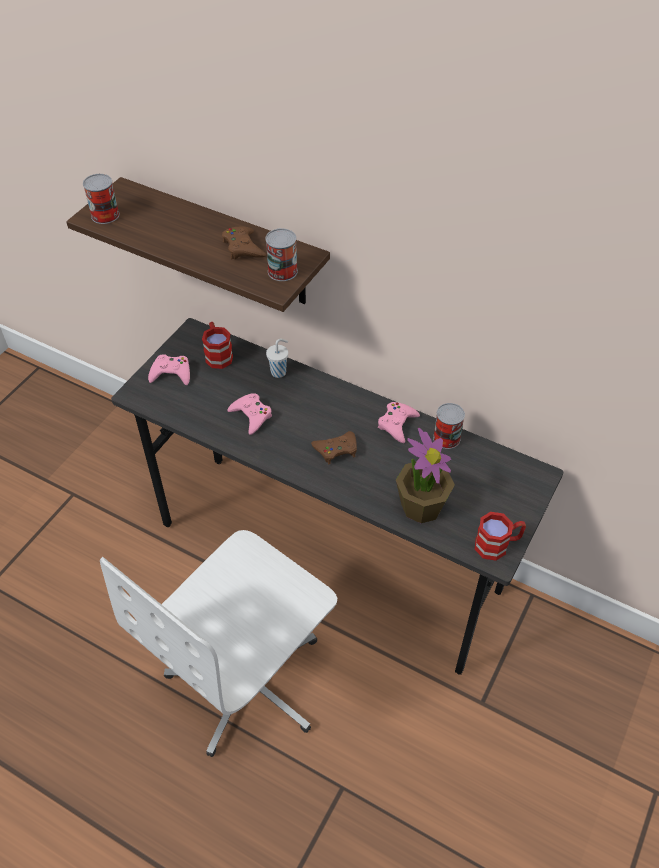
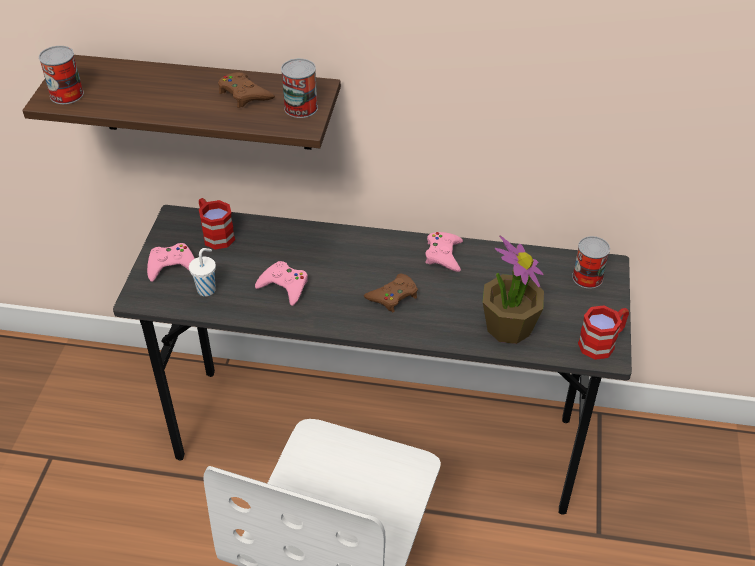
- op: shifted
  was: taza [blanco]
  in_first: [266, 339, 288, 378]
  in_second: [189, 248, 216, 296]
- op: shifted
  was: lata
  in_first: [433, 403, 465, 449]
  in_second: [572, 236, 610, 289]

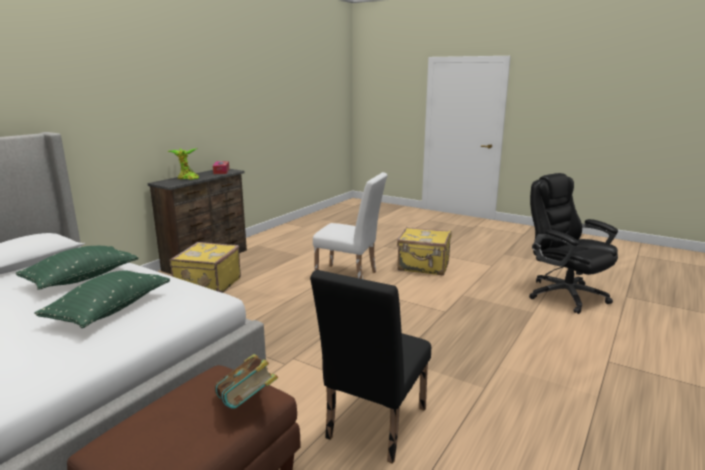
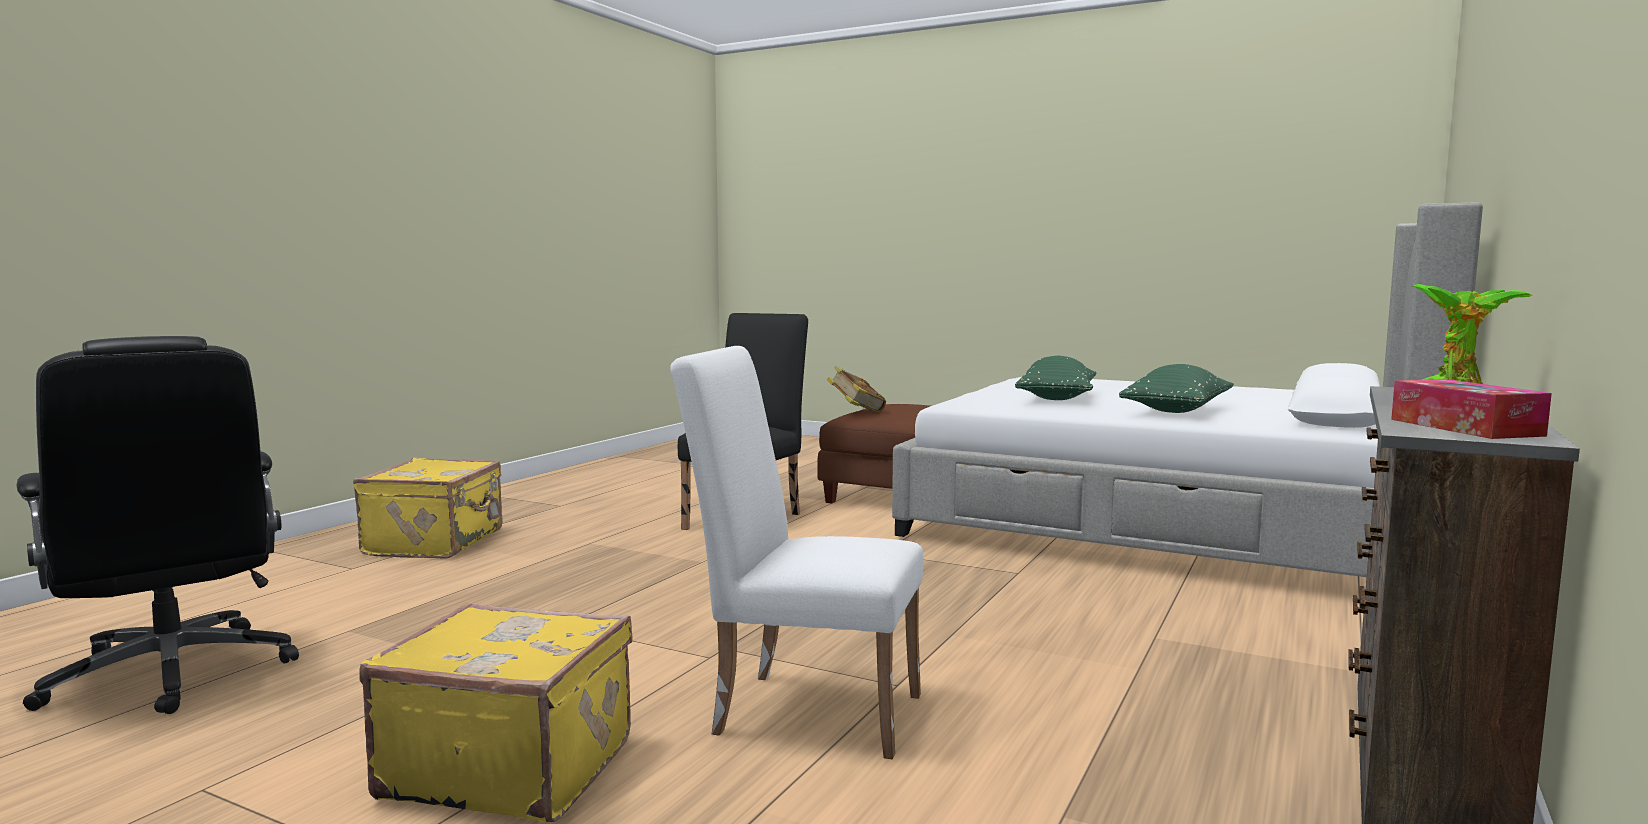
- op: shifted
  was: maleta [amarillo]
  in_first: [169, 242, 241, 293]
  in_second: [353, 458, 502, 558]

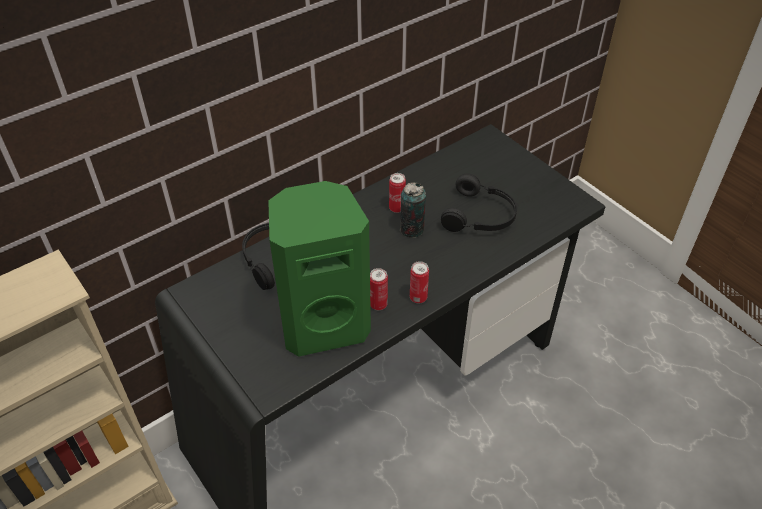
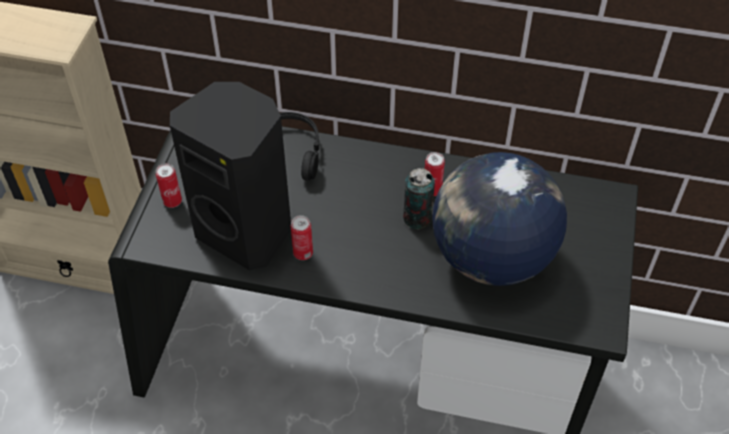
- op: repainted
  was: altavoz [verde]
  now: altavoz [negro]
  in_first: [268, 181, 371, 357]
  in_second: [170, 82, 291, 270]
- op: shifted
  was: lata
  in_first: [410, 261, 429, 304]
  in_second: [156, 163, 182, 208]
- op: swapped
  was: auriculares [negro]
  now: globo terráqueo
  in_first: [441, 173, 517, 232]
  in_second: [432, 152, 567, 286]

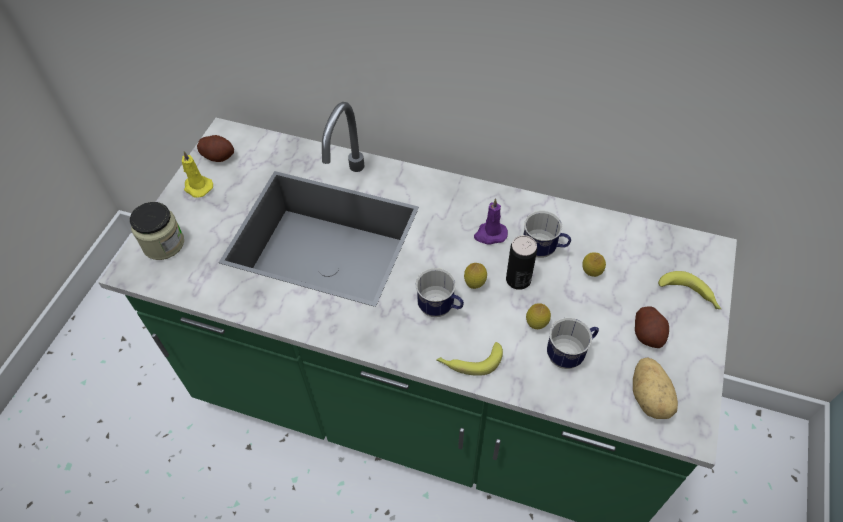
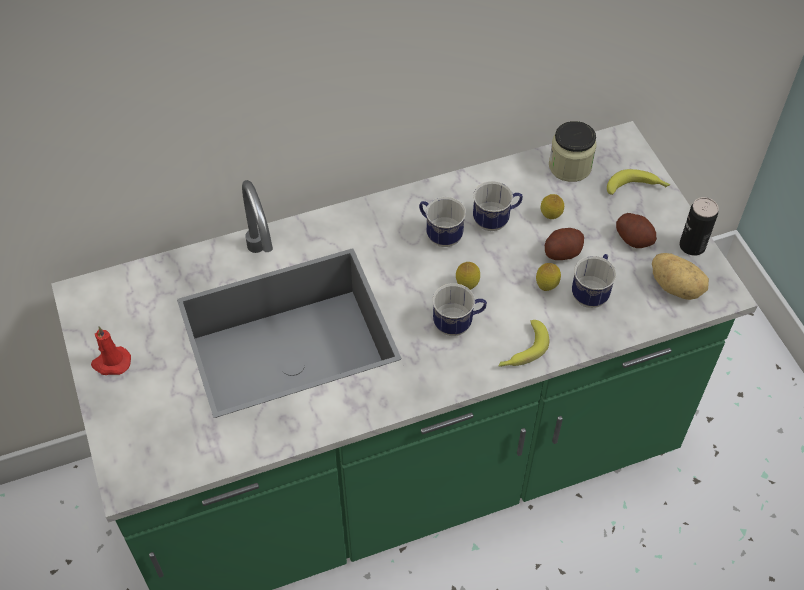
- op: shifted
  was: tarro
  in_first: [130, 202, 184, 260]
  in_second: [549, 121, 597, 182]
- op: repainted
  was: vela [amarillo]
  now: vela [rojo]
  in_first: [182, 151, 213, 198]
  in_second: [91, 327, 131, 375]
- op: shifted
  was: patata
  in_first: [197, 135, 234, 162]
  in_second: [545, 228, 584, 260]
- op: swapped
  was: vela [morado]
  now: taza grande
  in_first: [474, 198, 508, 244]
  in_second: [419, 197, 466, 247]
- op: shifted
  was: lata
  in_first: [506, 235, 537, 290]
  in_second: [679, 197, 718, 256]

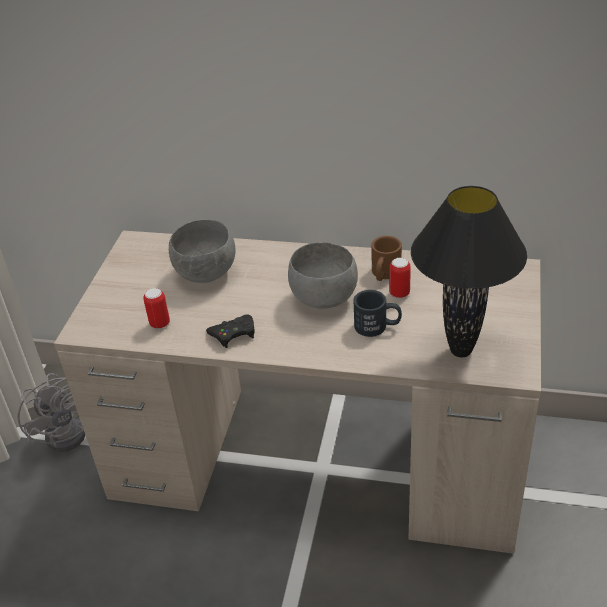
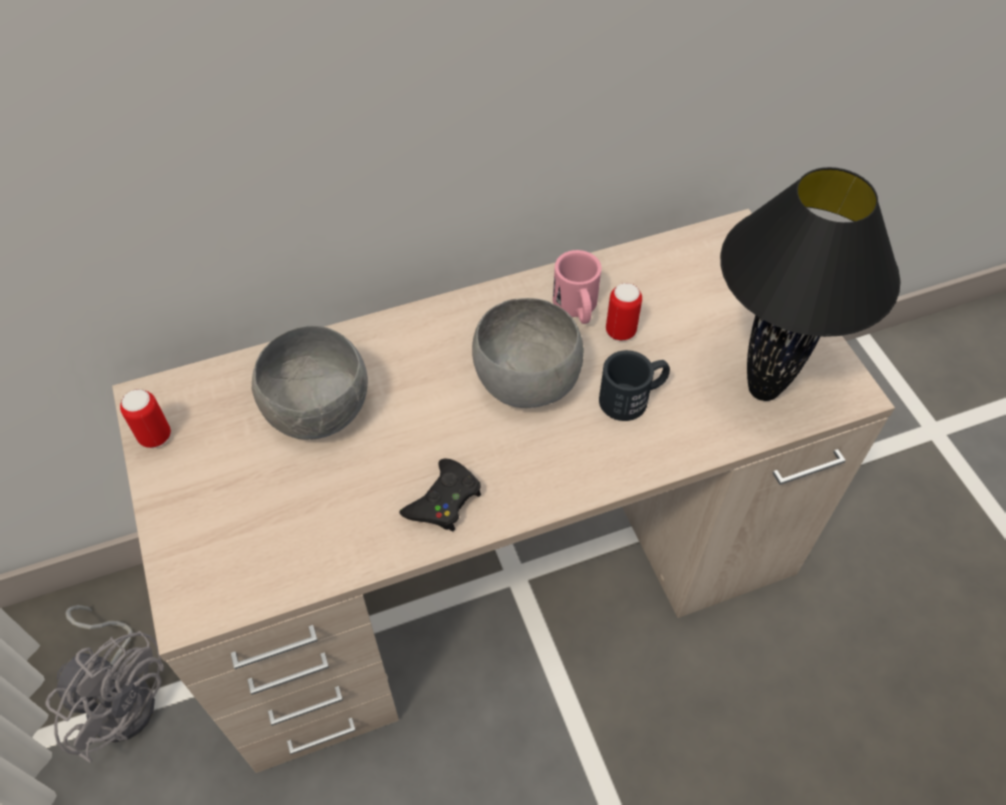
- op: shifted
  was: lata
  in_first: [143, 288, 170, 329]
  in_second: [120, 389, 171, 448]
- op: repainted
  was: taza grande [marrón]
  now: taza grande [rosa]
  in_first: [371, 236, 402, 281]
  in_second: [553, 250, 602, 324]

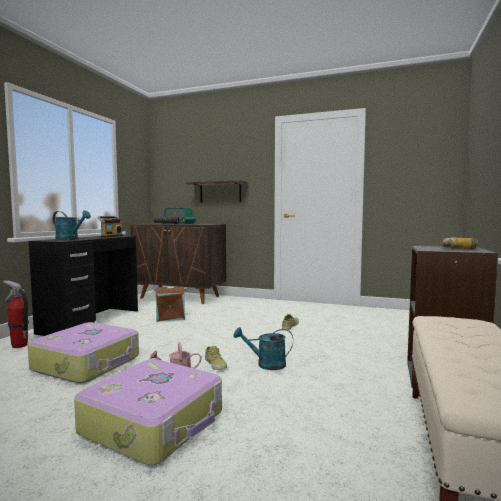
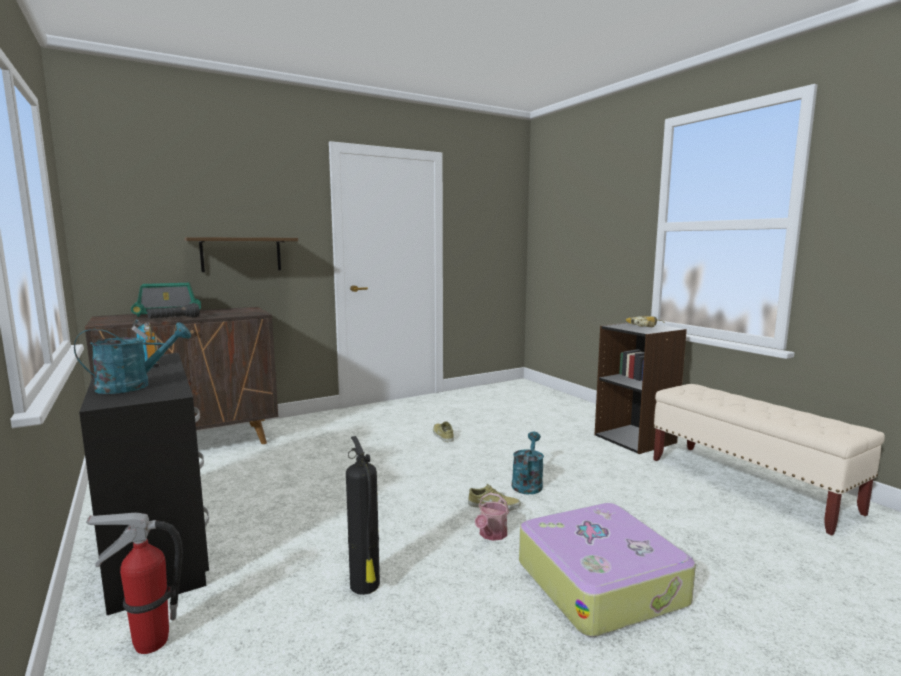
- op: swapped
  was: maleta
  now: extintor
  in_first: [28, 322, 139, 383]
  in_second: [346, 436, 380, 595]
- op: gone
  was: caja de almacenaje [marrón]
  in_first: [154, 286, 186, 322]
- op: rotated
  was: regadera [turquesa]
  in_first: [234, 327, 293, 370]
  in_second: [512, 432, 544, 494]
  clockwise: 150

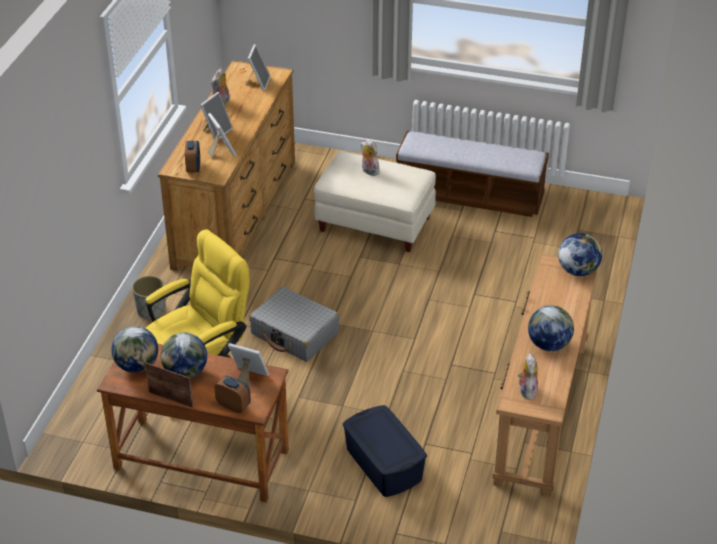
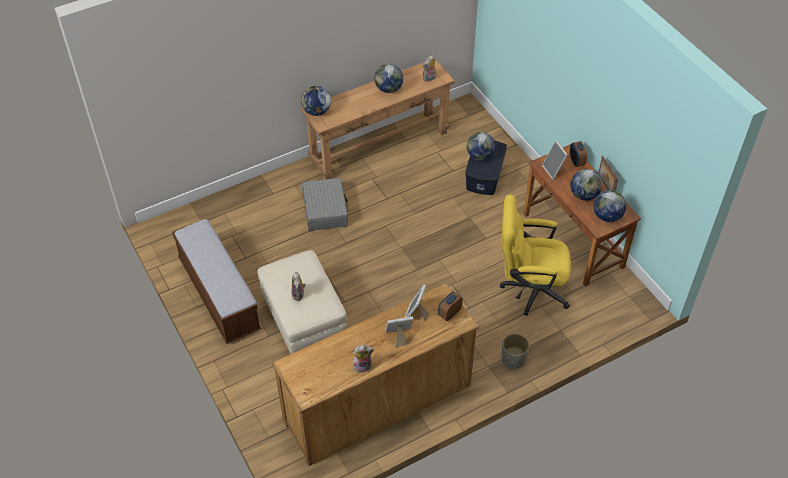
- op: gone
  was: portarretratos
  in_first: [246, 44, 271, 91]
- op: shifted
  was: maleta [gris]
  in_first: [249, 287, 339, 362]
  in_second: [302, 178, 348, 231]
- op: new
  now: globo terráqueo
  in_second: [467, 132, 495, 161]

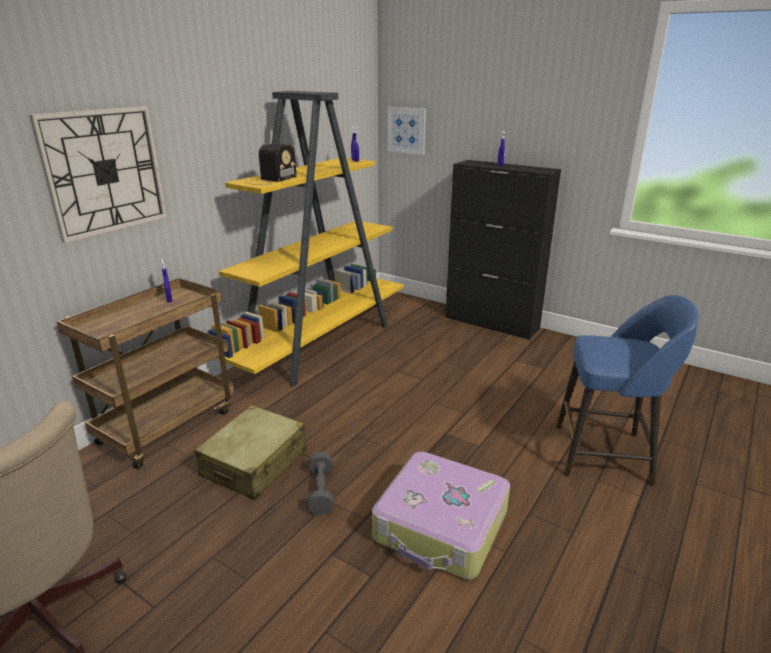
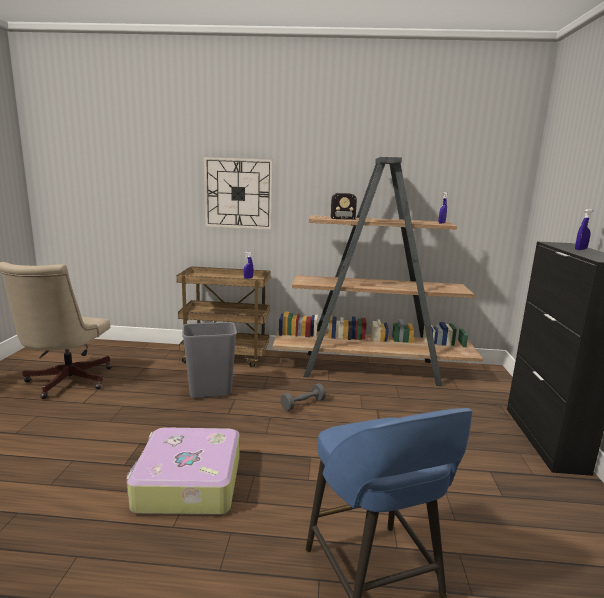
- op: swapped
  was: maleta [beis]
  now: papelera [gris]
  in_first: [195, 405, 307, 500]
  in_second: [182, 322, 237, 398]
- op: repainted
  was: estantería [amarillo]
  now: estantería [marrón]
  in_first: [208, 91, 404, 387]
  in_second: [273, 157, 483, 386]
- op: shifted
  was: mancuerna [gris]
  in_first: [307, 452, 334, 515]
  in_second: [280, 383, 326, 411]
- op: gone
  was: cuadro
  in_first: [387, 107, 426, 155]

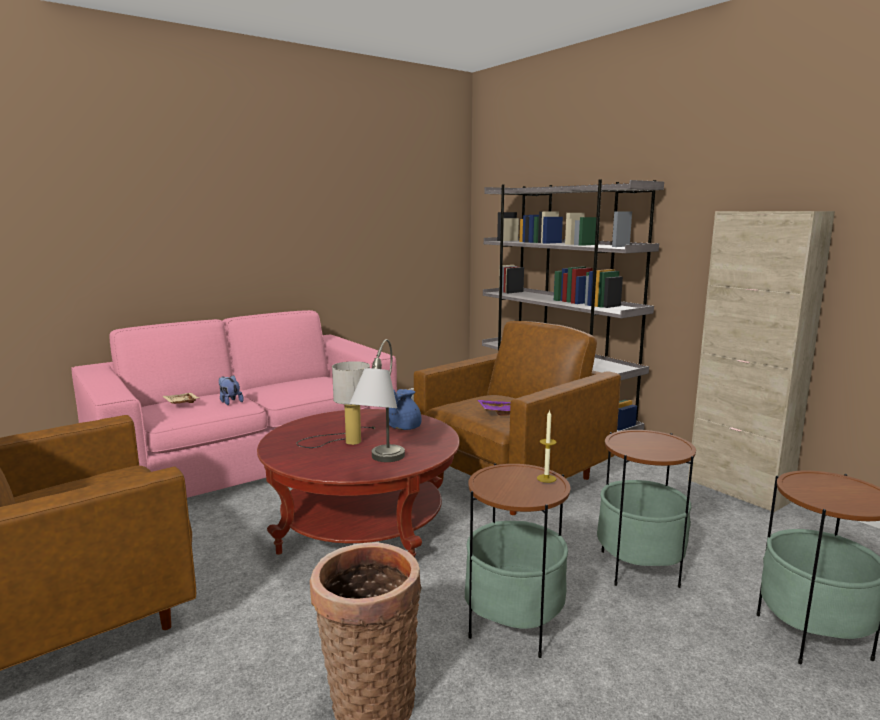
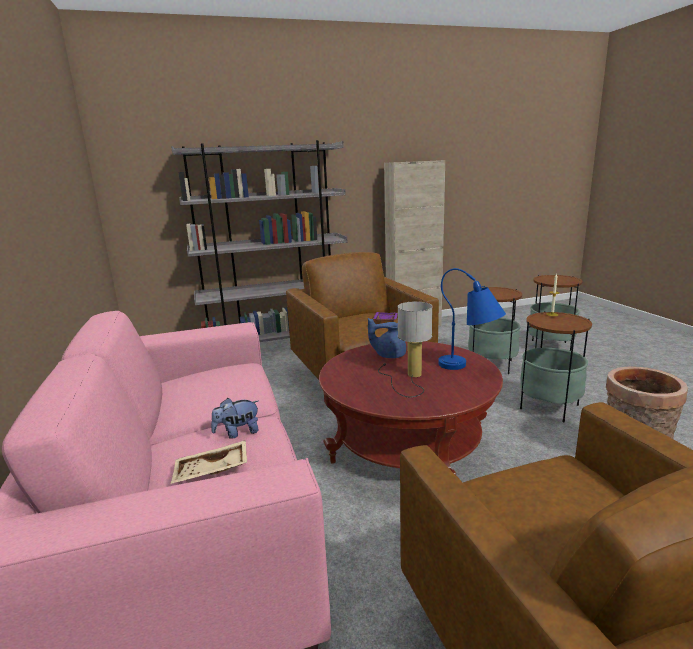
- op: repainted
  was: lámpara de mesa [gris]
  now: lámpara de mesa [azul]
  in_first: [349, 339, 405, 462]
  in_second: [438, 268, 506, 370]
- op: rotated
  was: tetera [azul]
  in_first: [389, 389, 422, 430]
  in_second: [368, 318, 406, 358]
  clockwise: 135

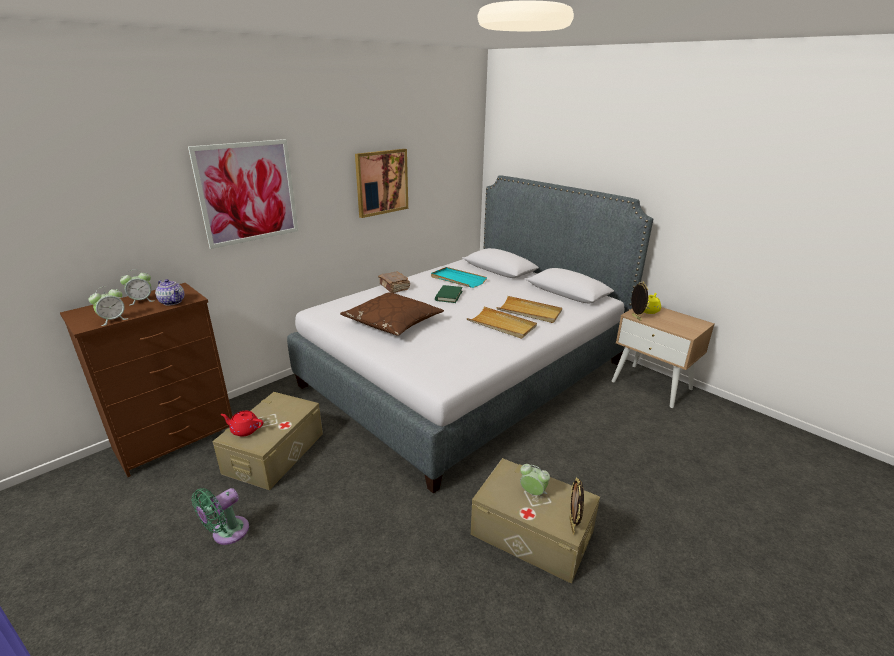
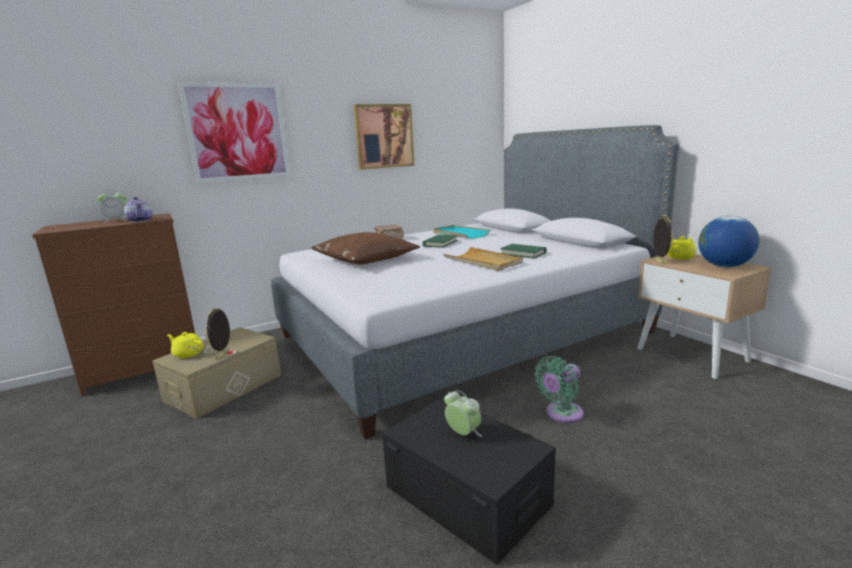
- op: gone
  was: despertador
  in_first: [88, 286, 129, 326]
- op: shifted
  was: ventilador [verde]
  in_first: [192, 488, 249, 545]
  in_second: [535, 356, 584, 423]
- op: repainted
  was: tetera [rojo]
  now: tetera [amarillo]
  in_first: [220, 411, 264, 436]
  in_second: [167, 332, 204, 358]
- op: repainted
  was: caja de almacenaje [beis]
  now: caja de almacenaje [negro]
  in_first: [471, 458, 600, 584]
  in_second: [382, 397, 556, 565]
- op: swapped
  was: bandeja [beis]
  now: libro [verde]
  in_first: [496, 296, 562, 323]
  in_second: [500, 244, 547, 259]
- op: shifted
  was: portarretratos
  in_first: [569, 478, 584, 534]
  in_second: [205, 307, 230, 359]
- op: new
  now: globo terráqueo
  in_second: [698, 216, 759, 267]

